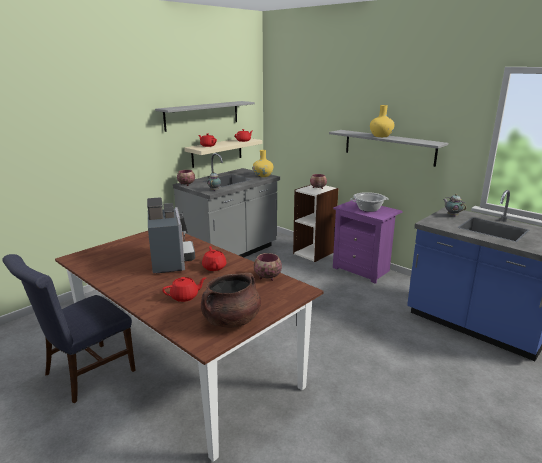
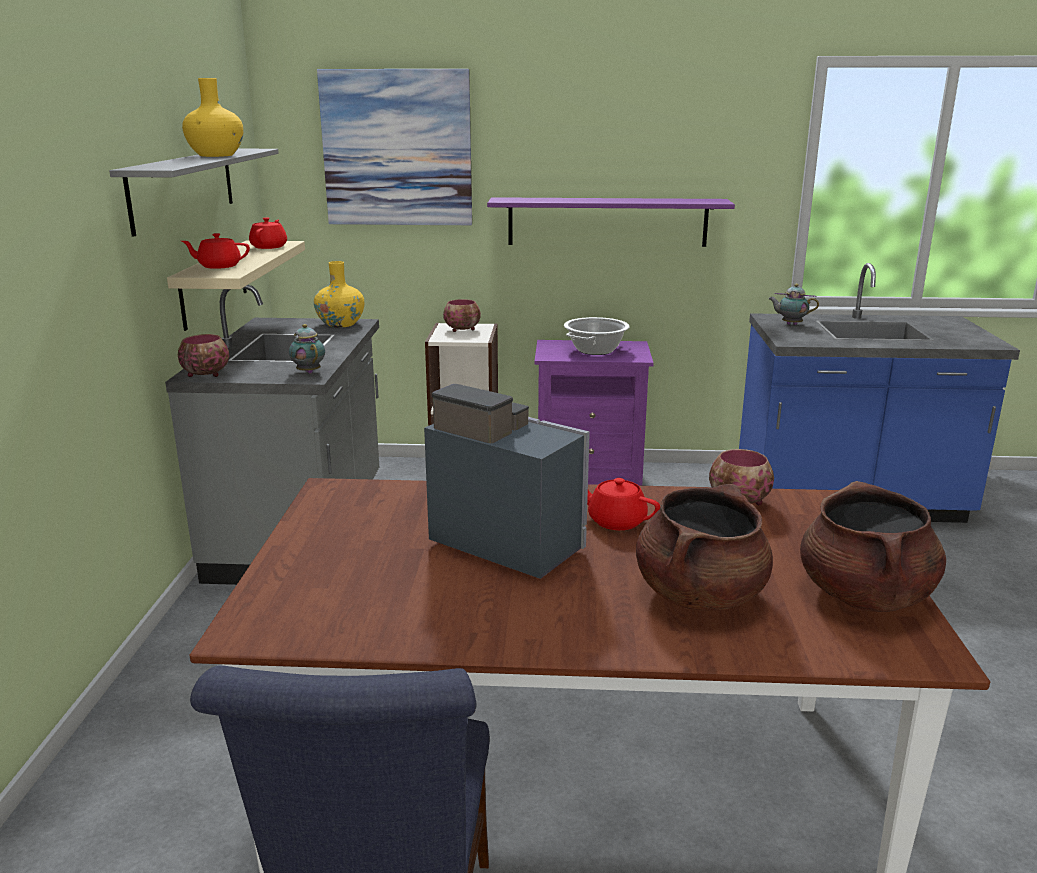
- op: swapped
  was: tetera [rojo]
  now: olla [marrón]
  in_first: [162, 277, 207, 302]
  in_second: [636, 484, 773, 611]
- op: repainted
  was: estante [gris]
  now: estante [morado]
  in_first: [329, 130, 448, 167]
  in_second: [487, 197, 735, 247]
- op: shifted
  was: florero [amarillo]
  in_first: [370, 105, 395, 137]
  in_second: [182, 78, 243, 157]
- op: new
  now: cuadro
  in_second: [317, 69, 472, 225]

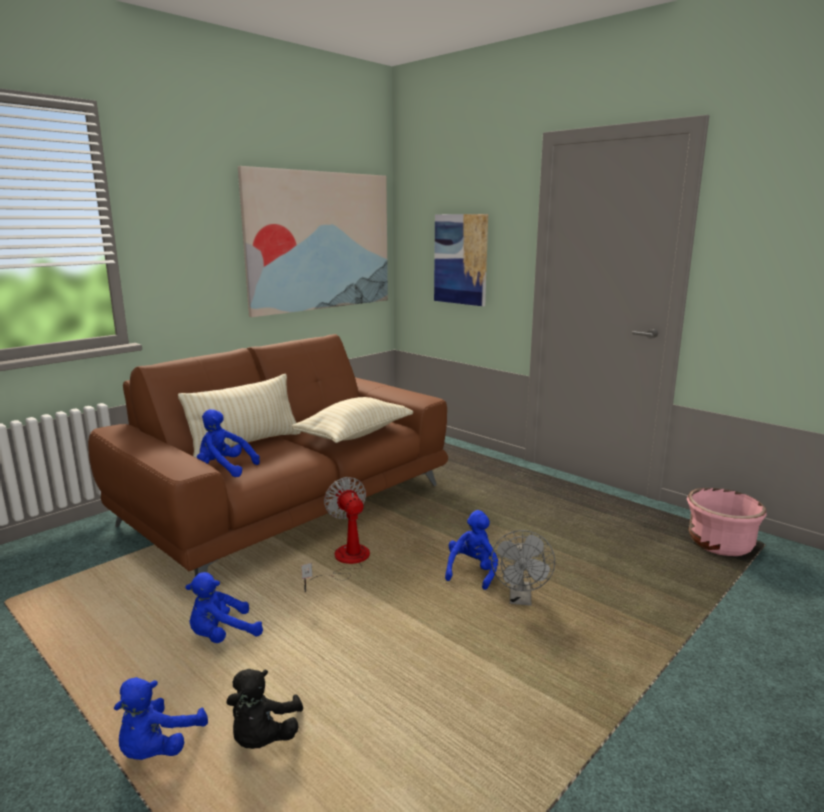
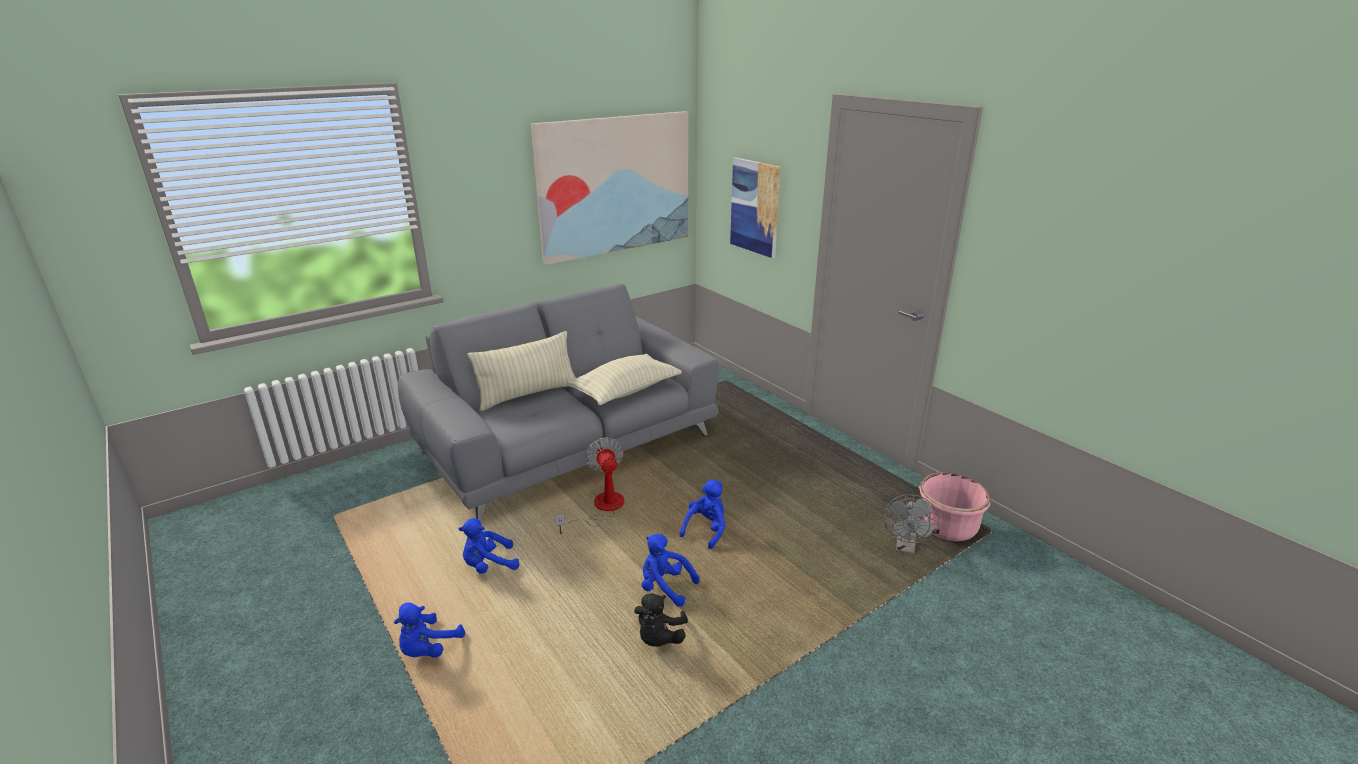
- op: repainted
  was: sofá [marrón]
  now: sofá [gris]
  in_first: [88, 334, 448, 576]
  in_second: [398, 284, 719, 523]
- op: shifted
  was: peluche [azul]
  in_first: [197, 409, 260, 477]
  in_second: [642, 534, 700, 607]
- op: shifted
  was: peluche [negro]
  in_first: [226, 669, 303, 749]
  in_second: [634, 593, 688, 647]
- op: shifted
  was: ventilador [gris]
  in_first: [491, 530, 555, 606]
  in_second: [884, 494, 939, 554]

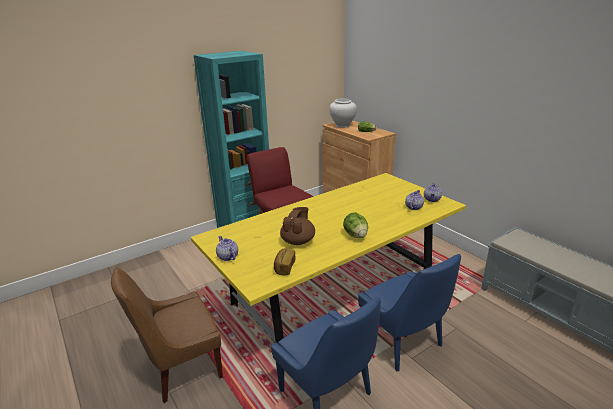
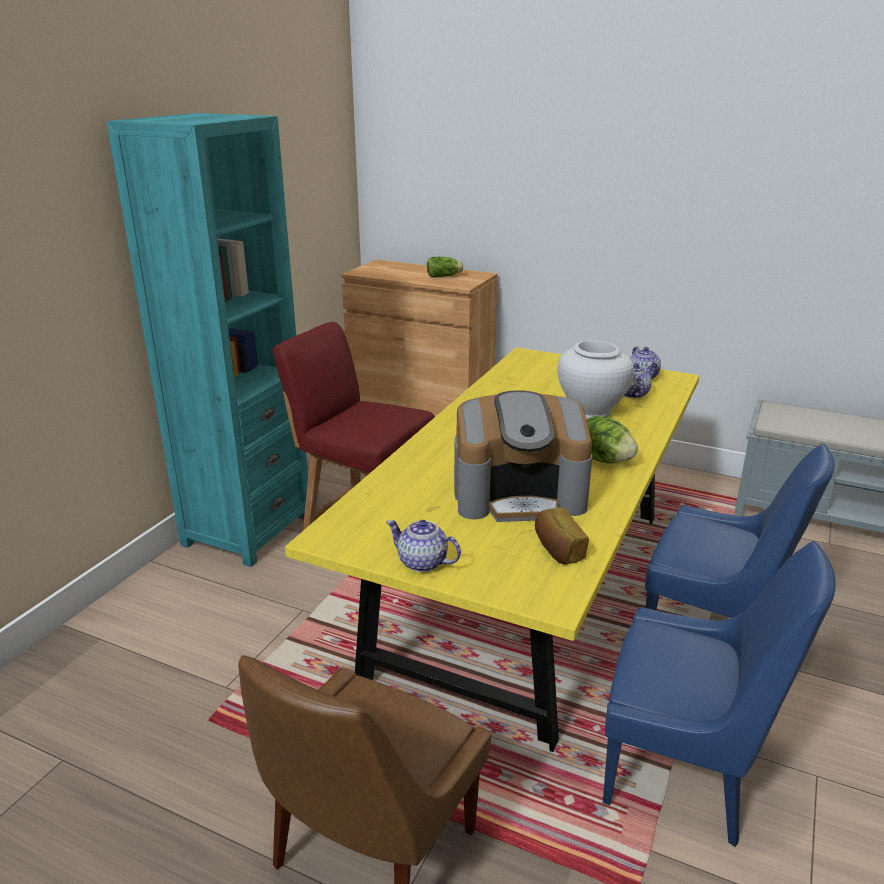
- op: swapped
  was: tetera [marrón]
  now: cafetera
  in_first: [280, 207, 315, 245]
  in_second: [454, 390, 592, 522]
- op: shifted
  was: florero [blanco]
  in_first: [329, 99, 357, 128]
  in_second: [558, 341, 634, 419]

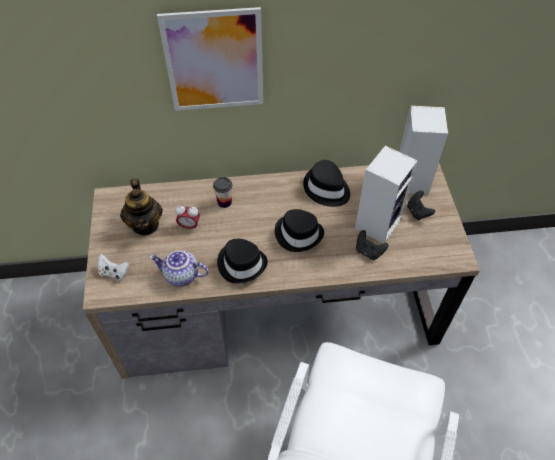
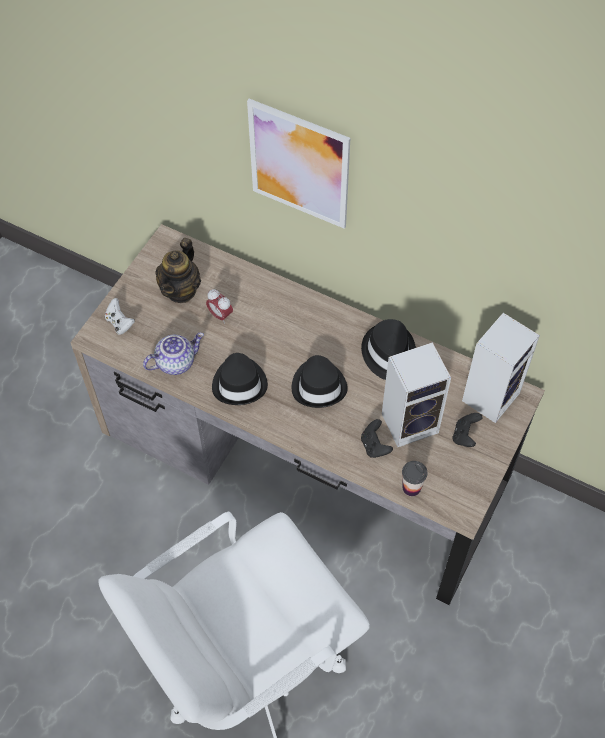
- op: rotated
  was: tetera
  in_first: [149, 250, 209, 286]
  in_second: [143, 333, 204, 375]
  clockwise: 105
- op: shifted
  was: taza
  in_first: [213, 177, 232, 208]
  in_second: [402, 461, 427, 496]

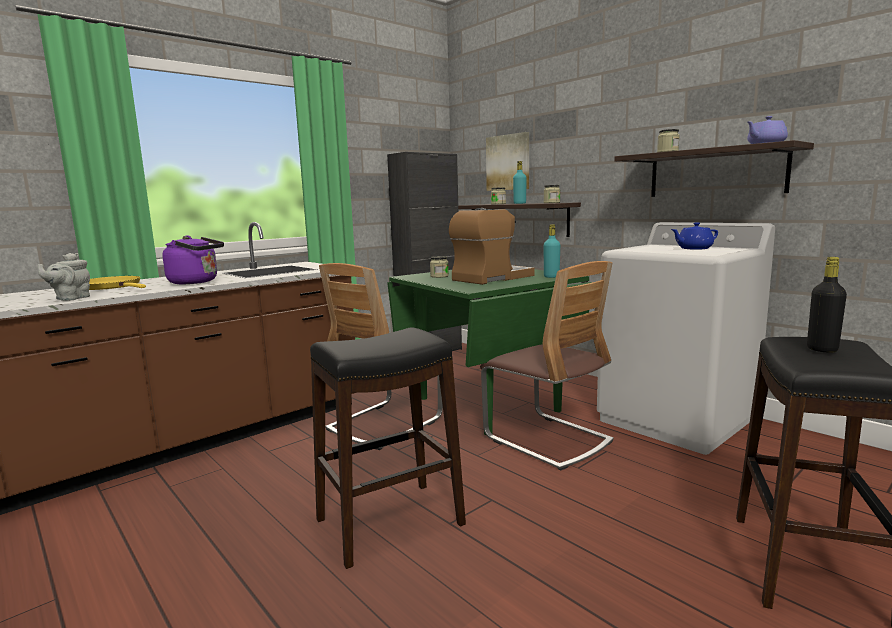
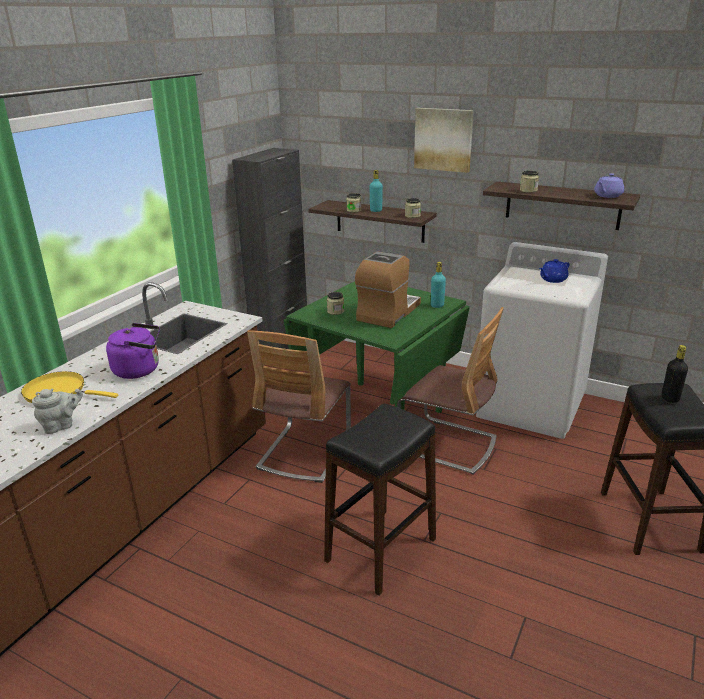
- op: rotated
  was: tetera [gris]
  in_first: [38, 253, 90, 301]
  in_second: [32, 389, 83, 434]
  clockwise: -120
- op: shifted
  was: cuadro
  in_first: [486, 132, 529, 191]
  in_second: [414, 108, 474, 173]

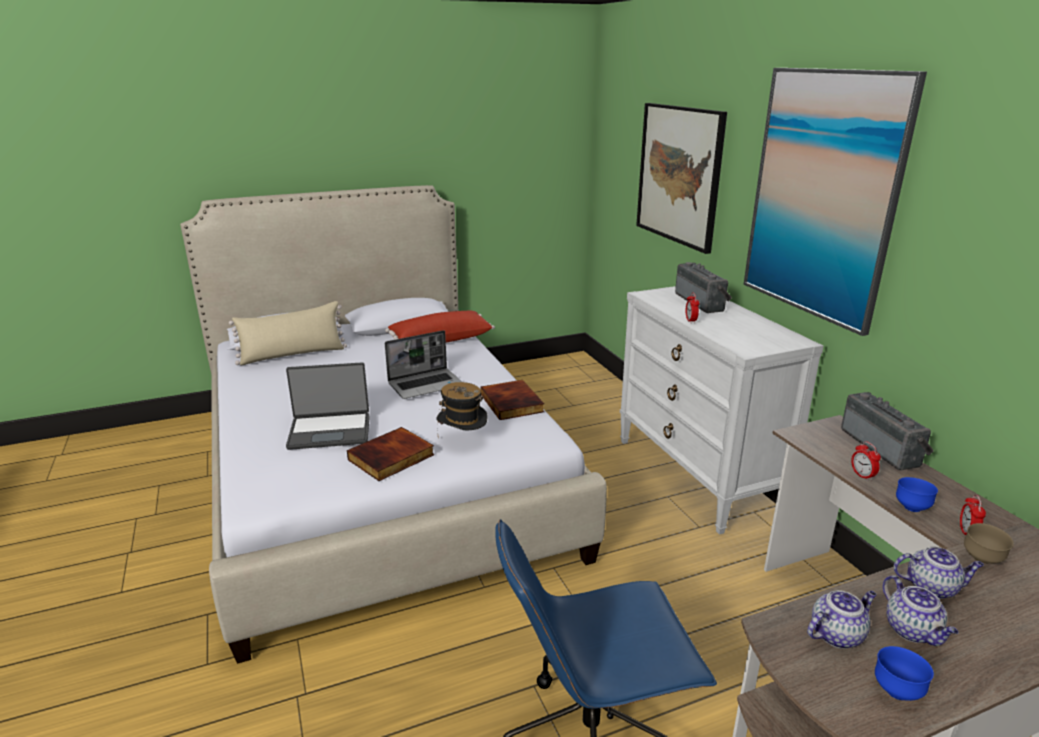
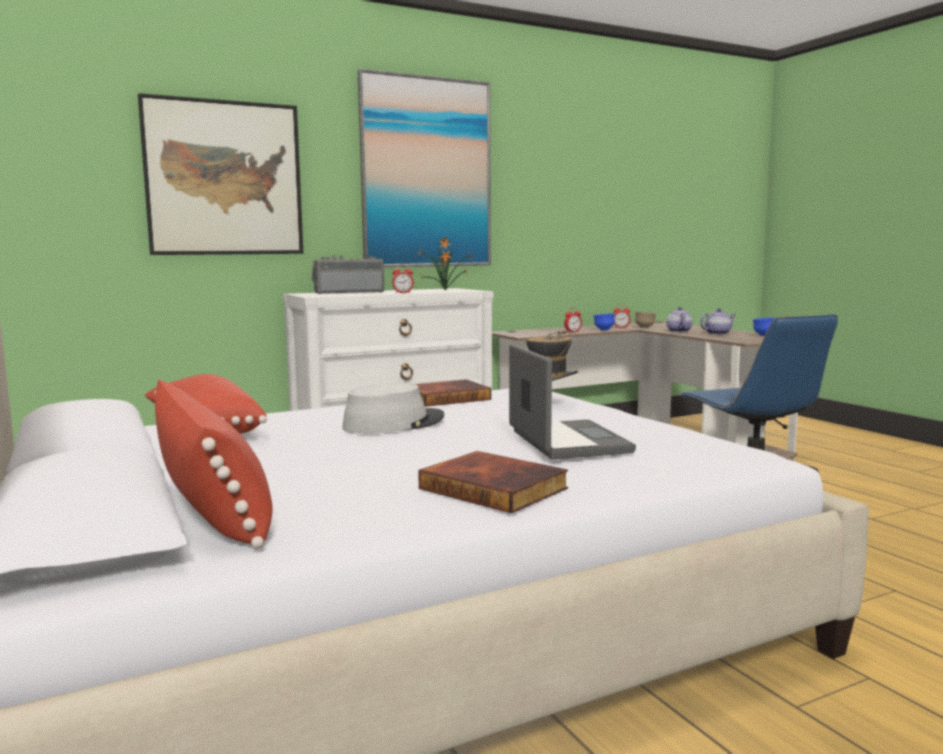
- op: repainted
  was: cojín [beis]
  now: cojín [rojo]
  in_first: [229, 301, 347, 365]
  in_second: [154, 380, 273, 549]
- op: shifted
  was: libro
  in_first: [347, 427, 434, 481]
  in_second: [418, 451, 568, 513]
- op: swapped
  was: portátil
  now: sombrero [gris]
  in_first: [385, 330, 462, 399]
  in_second: [342, 383, 444, 434]
- op: gone
  was: tetera
  in_first: [807, 590, 877, 649]
- op: gone
  was: radio
  in_first: [841, 392, 934, 470]
- op: new
  now: planta en maceta
  in_second: [417, 237, 472, 290]

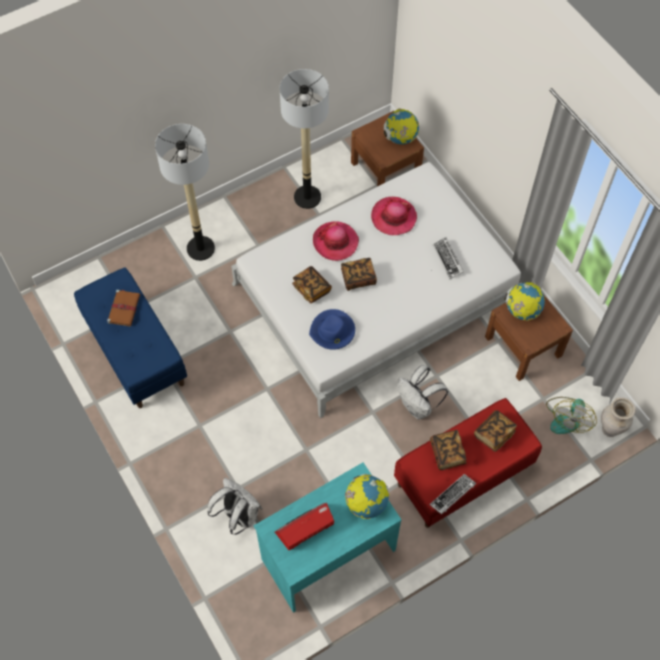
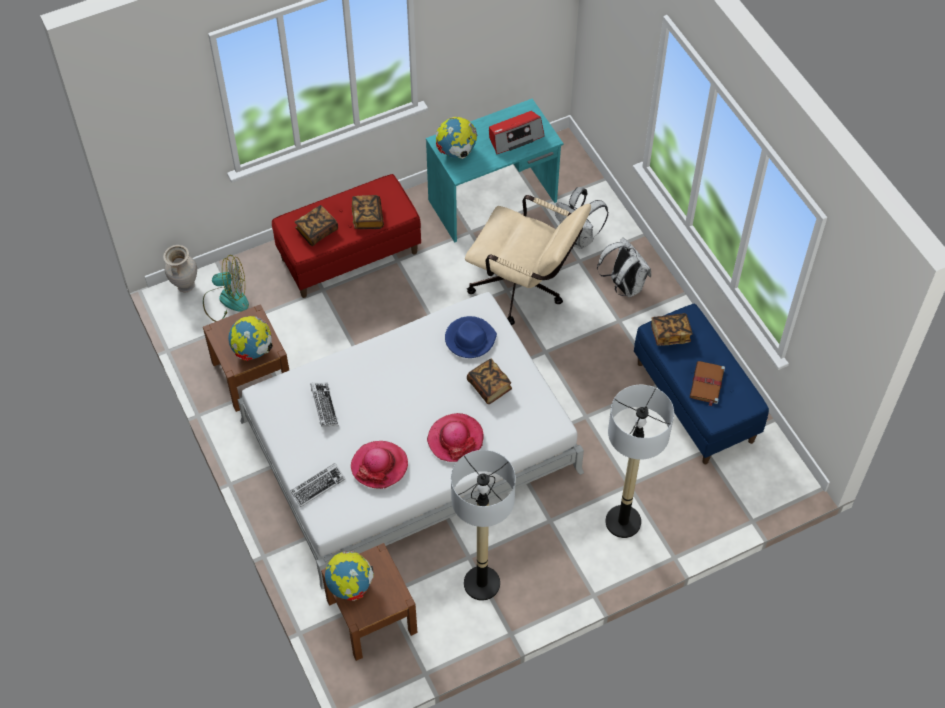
- op: shifted
  was: libro
  in_first: [341, 258, 377, 291]
  in_second: [651, 313, 693, 346]
- op: shifted
  was: mochila [blanco]
  in_first: [397, 365, 448, 419]
  in_second: [597, 237, 651, 297]
- op: shifted
  was: teclado
  in_first: [430, 474, 476, 515]
  in_second: [291, 463, 345, 507]
- op: rotated
  was: ventilador
  in_first: [546, 397, 597, 434]
  in_second: [203, 255, 249, 322]
  clockwise: 60
- op: new
  now: silla de oficina [beis]
  in_second: [465, 195, 591, 325]

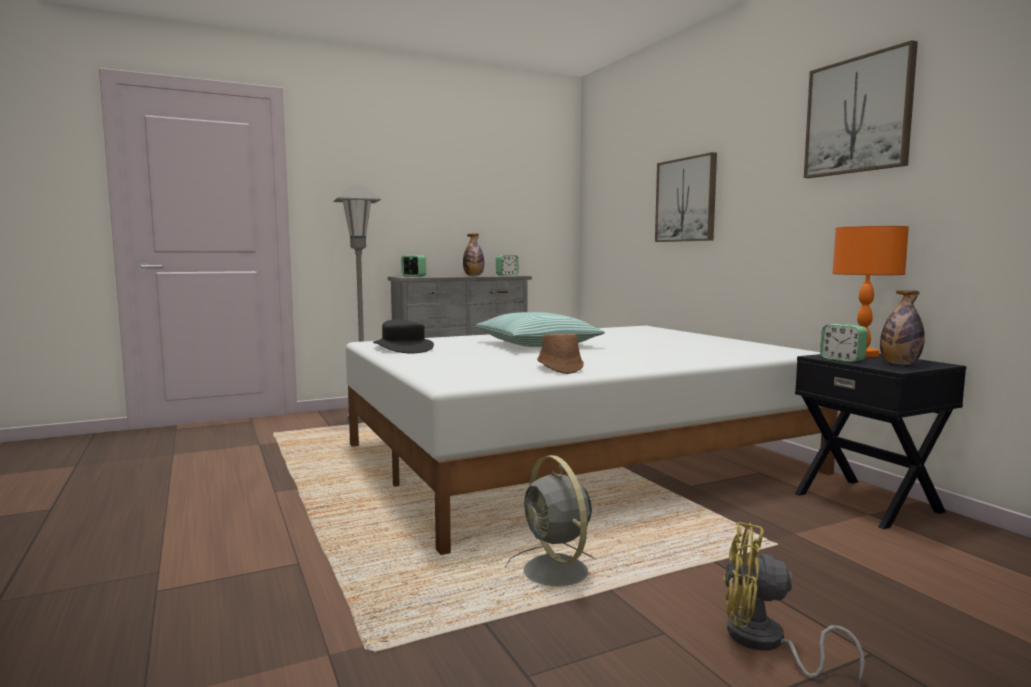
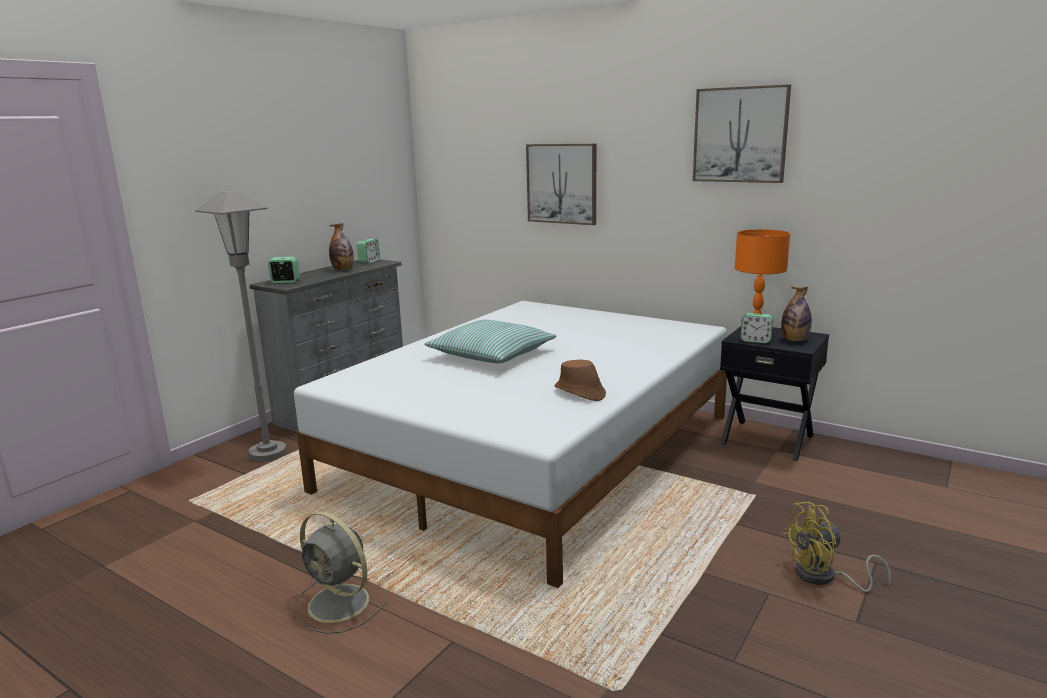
- op: gone
  was: sombrero [negro]
  in_first: [373, 319, 434, 353]
- op: shifted
  was: ventilador [gris]
  in_first: [505, 455, 597, 596]
  in_second: [293, 511, 387, 634]

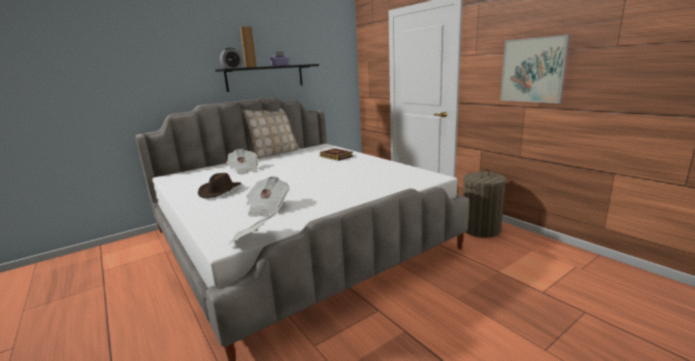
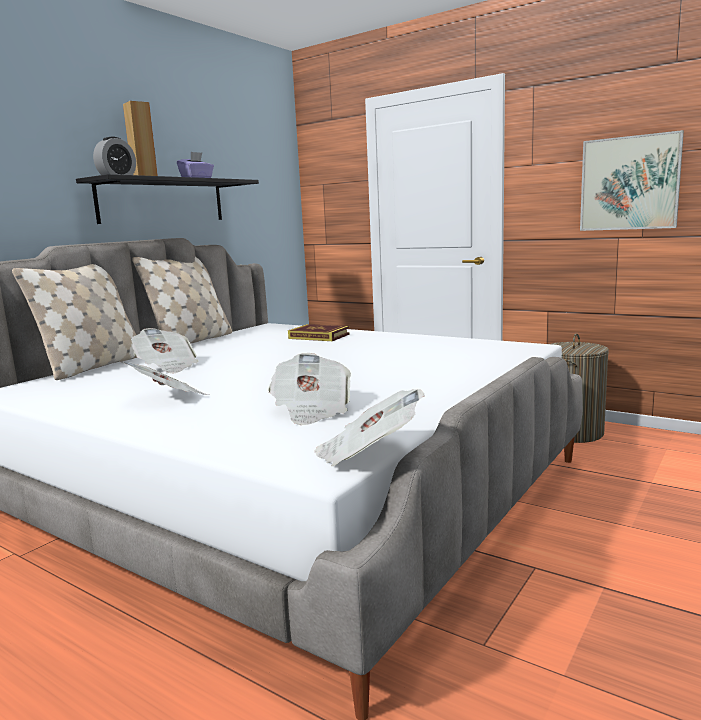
- op: swapped
  was: sombrero [marrón]
  now: periódico
  in_first: [198, 173, 241, 199]
  in_second: [119, 361, 208, 395]
- op: new
  now: cojín [beis]
  in_second: [12, 264, 137, 380]

